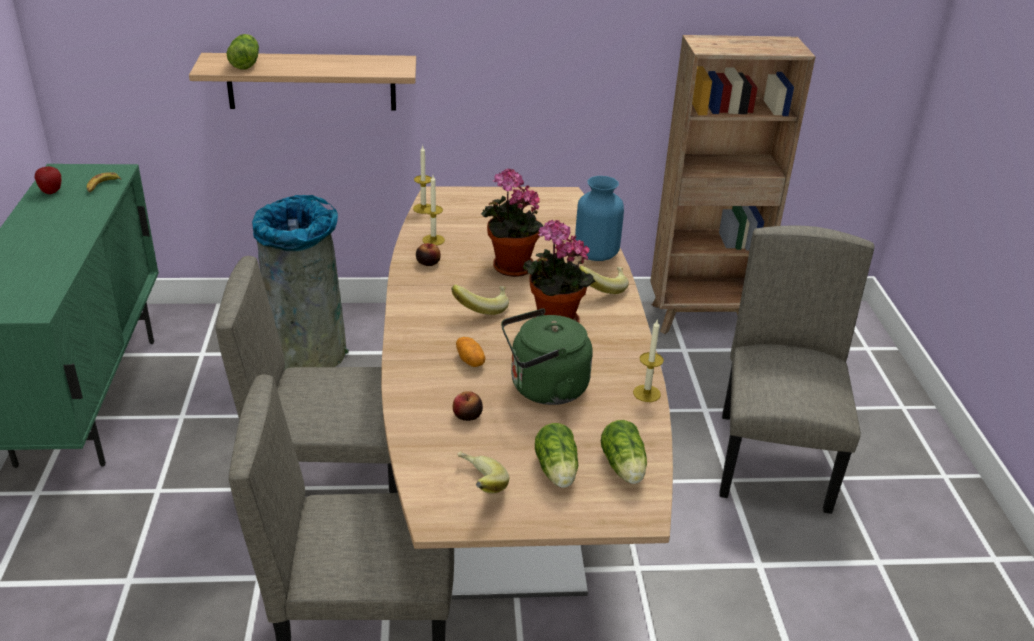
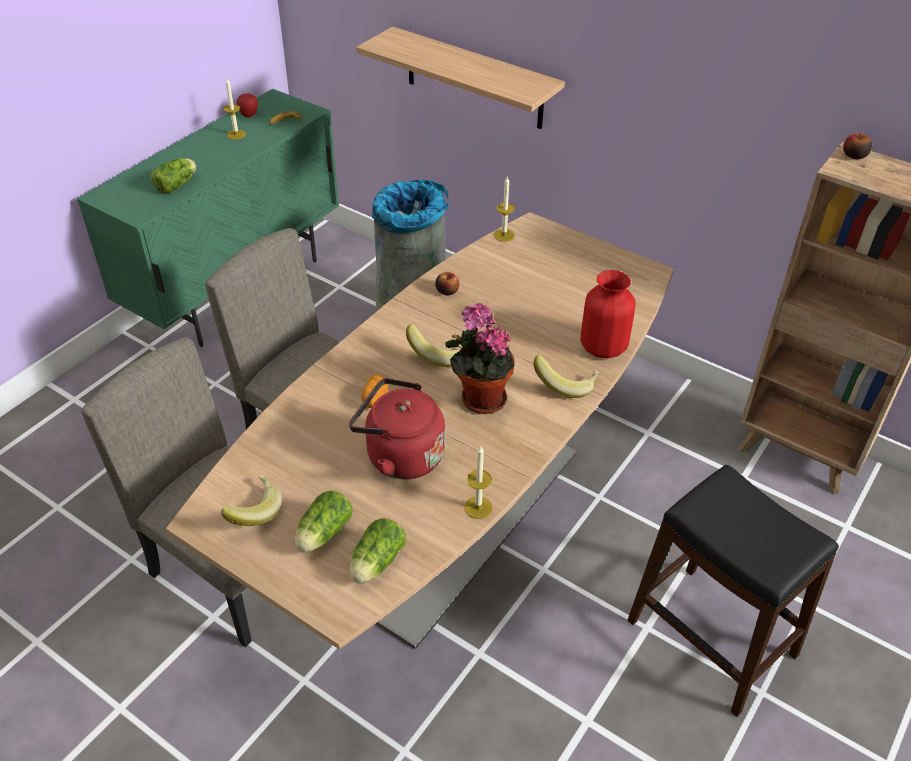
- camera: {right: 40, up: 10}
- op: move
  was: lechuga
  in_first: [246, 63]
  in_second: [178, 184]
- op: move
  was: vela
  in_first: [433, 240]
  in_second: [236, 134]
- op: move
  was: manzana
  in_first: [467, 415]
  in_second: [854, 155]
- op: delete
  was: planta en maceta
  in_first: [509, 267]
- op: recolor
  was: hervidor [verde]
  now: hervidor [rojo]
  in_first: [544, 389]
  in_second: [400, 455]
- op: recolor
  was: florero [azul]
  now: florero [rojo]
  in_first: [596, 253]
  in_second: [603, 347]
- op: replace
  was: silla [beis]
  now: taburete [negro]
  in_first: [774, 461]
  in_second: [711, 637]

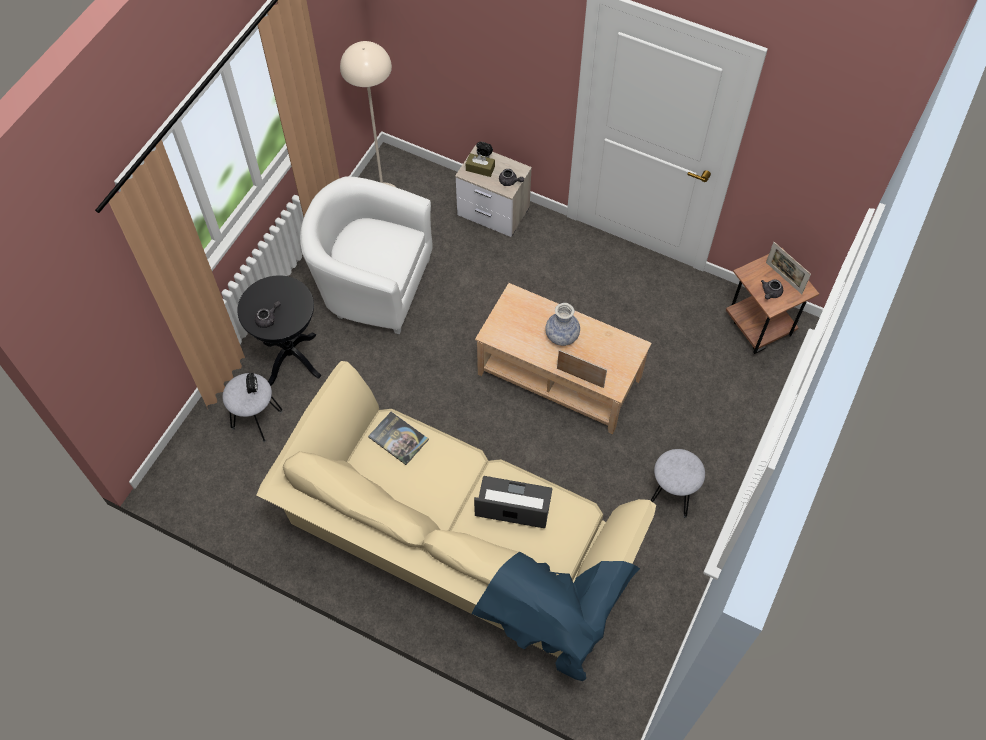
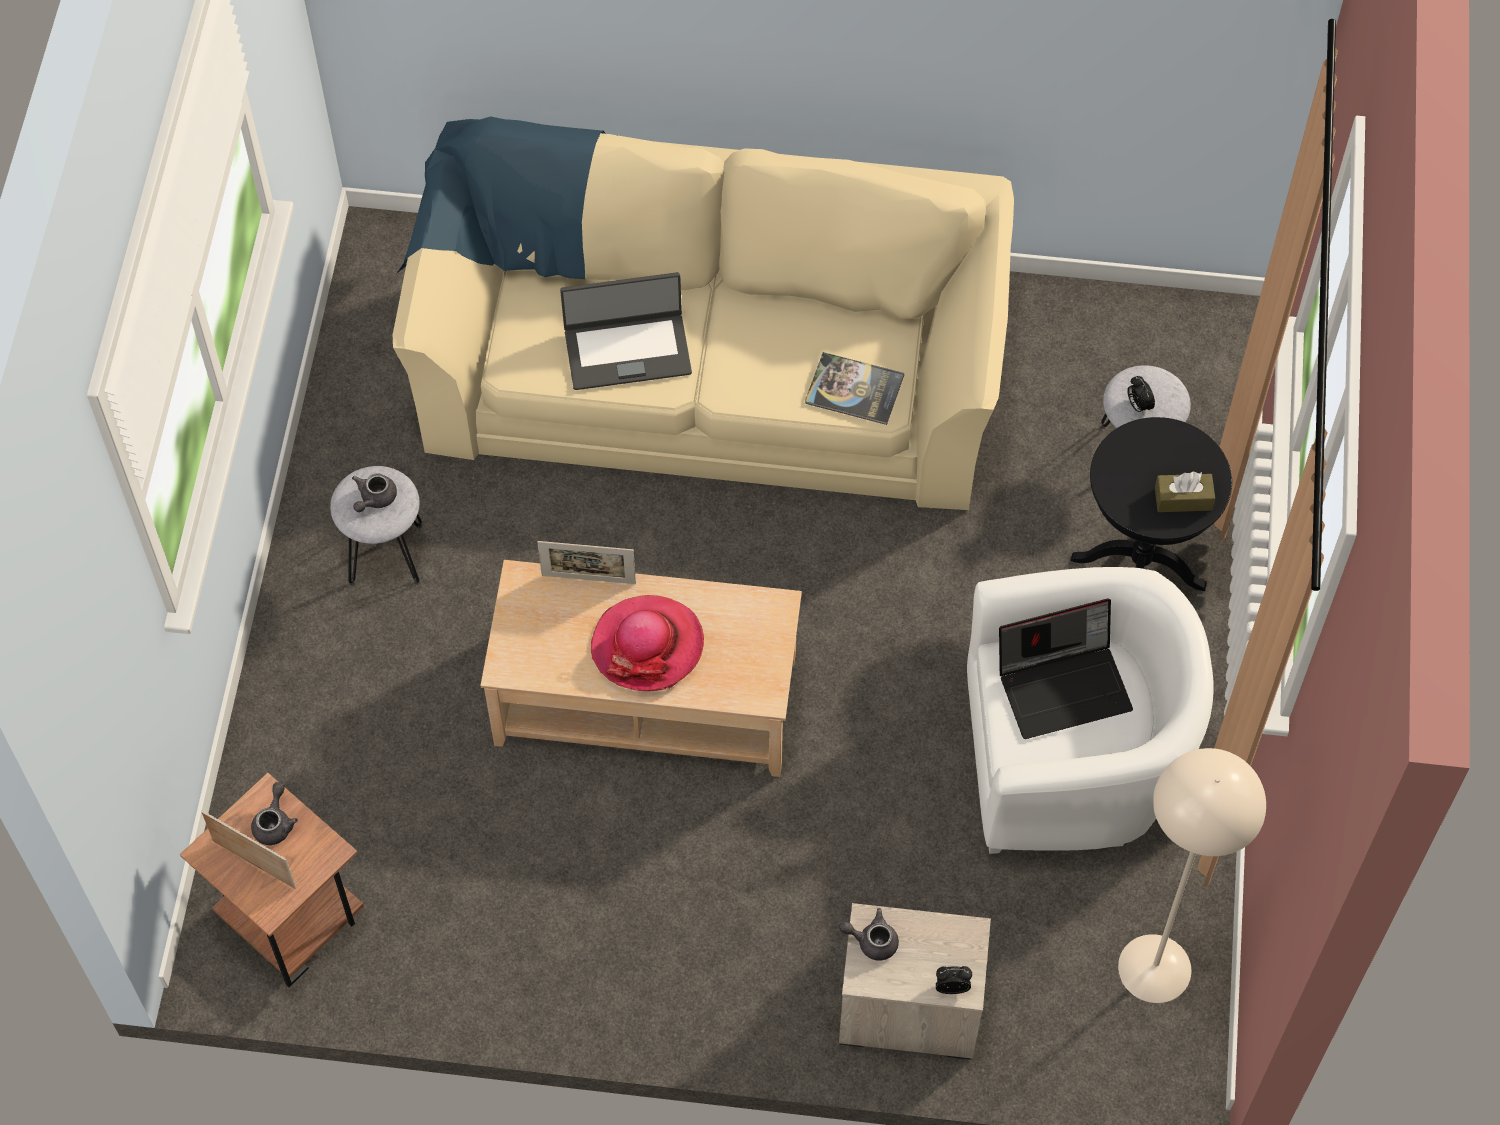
- camera: {right: 160, up: 0}
- op: move
  was: tetera [gris]
  in_first: [268, 319]
  in_second: [374, 499]
- op: move
  was: caja de pañuelos [marrón]
  in_first: [480, 168]
  in_second: [1183, 499]
- op: replace
  was: florero
  now: sombrero
  in_first: [562, 335]
  in_second: [647, 646]
- op: insert
  now: portátil
  in_second: [1064, 684]

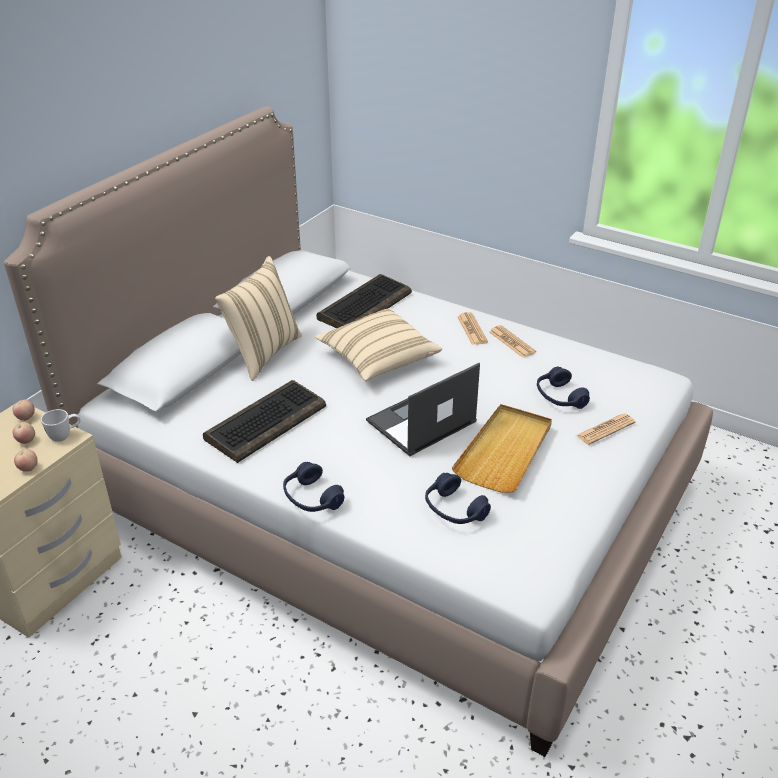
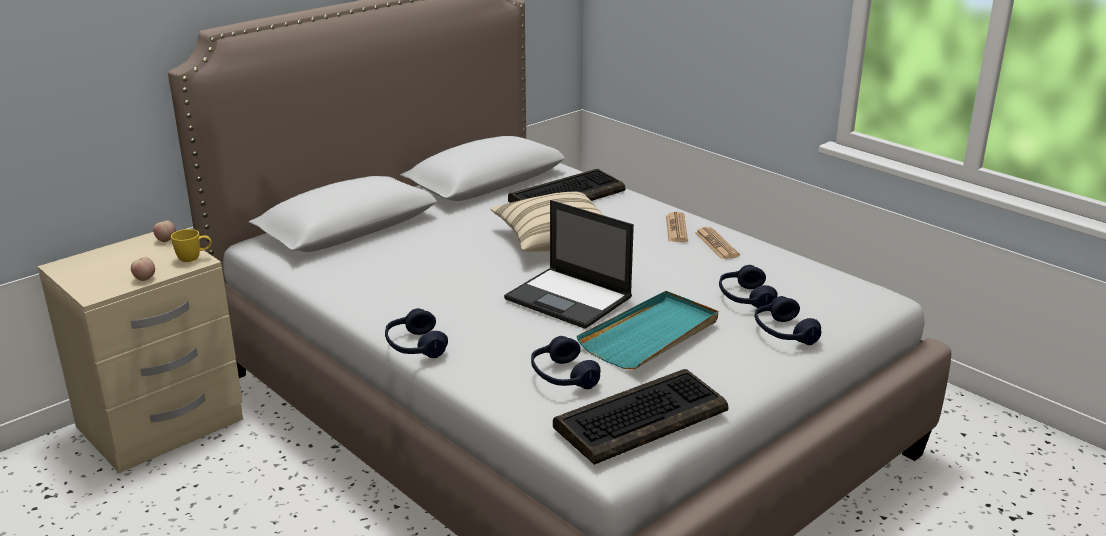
- camera: {right: 15, up: -10}
- op: delete
  was: manzana
  in_first: [26, 441]
- op: recolor
  was: taza grande [blanco]
  now: taza grande [amarillo]
  in_first: [65, 436]
  in_second: [194, 259]
- op: move
  was: teclado
  in_first: [266, 422]
  in_second: [641, 418]
- op: delete
  was: cojín [beis]
  in_first: [263, 353]
- op: rotate
  was: portátil
  in_first: [420, 422]
  in_second: [569, 298]
  clockwise: -120
- op: recolor
  was: bandeja [beis]
  now: bandeja [turquesa]
  in_first: [505, 451]
  in_second: [651, 335]
- op: replace
  was: periódico
  now: auriculares [azul]
  in_first: [605, 429]
  in_second: [783, 333]

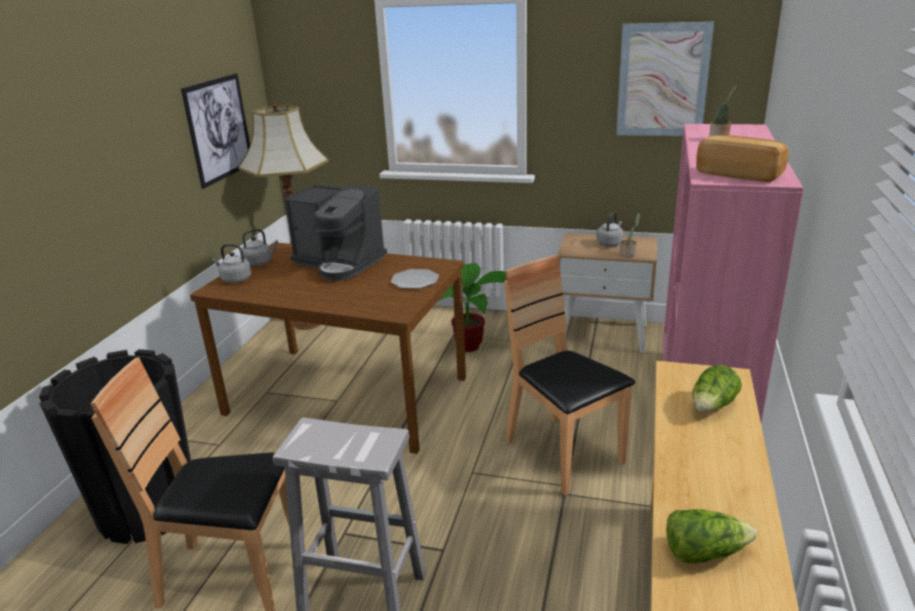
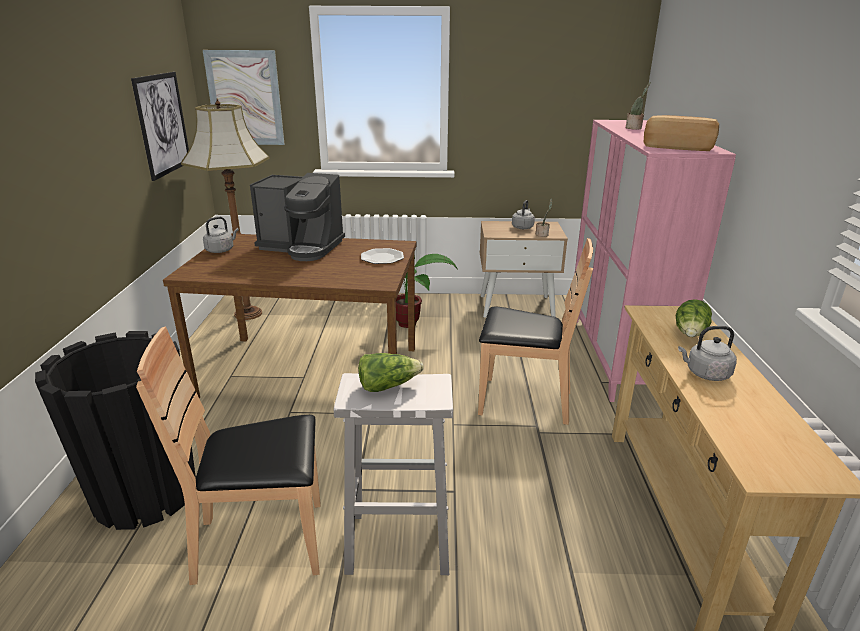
- camera: {right: -15, up: 0}
- op: move
  was: hervidor [gris]
  in_first: [234, 279]
  in_second: [705, 374]
- op: rotate
  was: silla [marrón]
  in_first: [563, 454]
  in_second: [523, 401]
  clockwise: 150
- op: move
  was: cuadro
  in_first: [662, 80]
  in_second: [245, 98]
- op: move
  was: lechuga
  in_first: [704, 552]
  in_second: [388, 385]

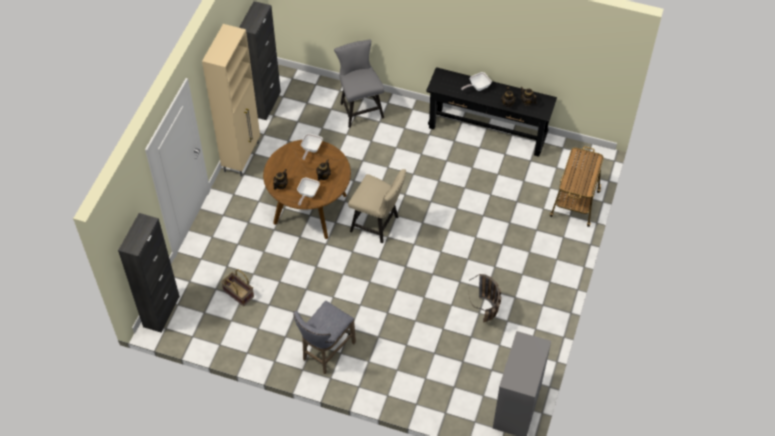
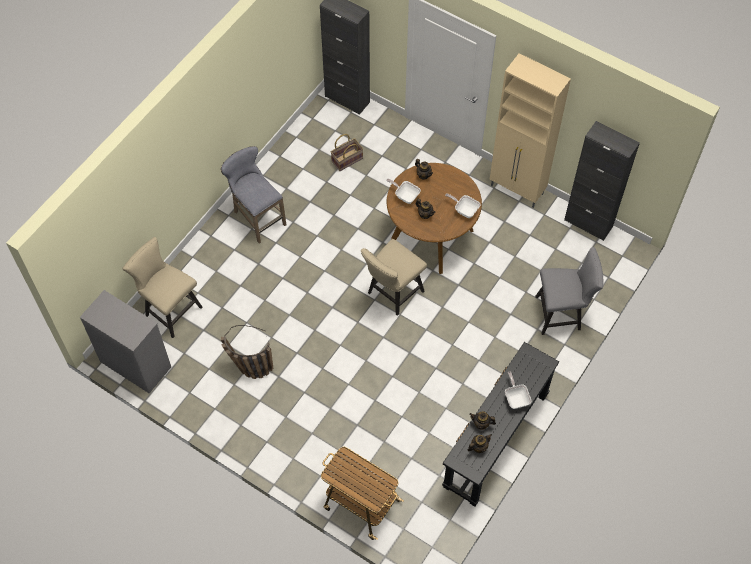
- camera: {right: 105, up: 5}
- op: insert
  now: silla [beis]
  in_second: [170, 310]

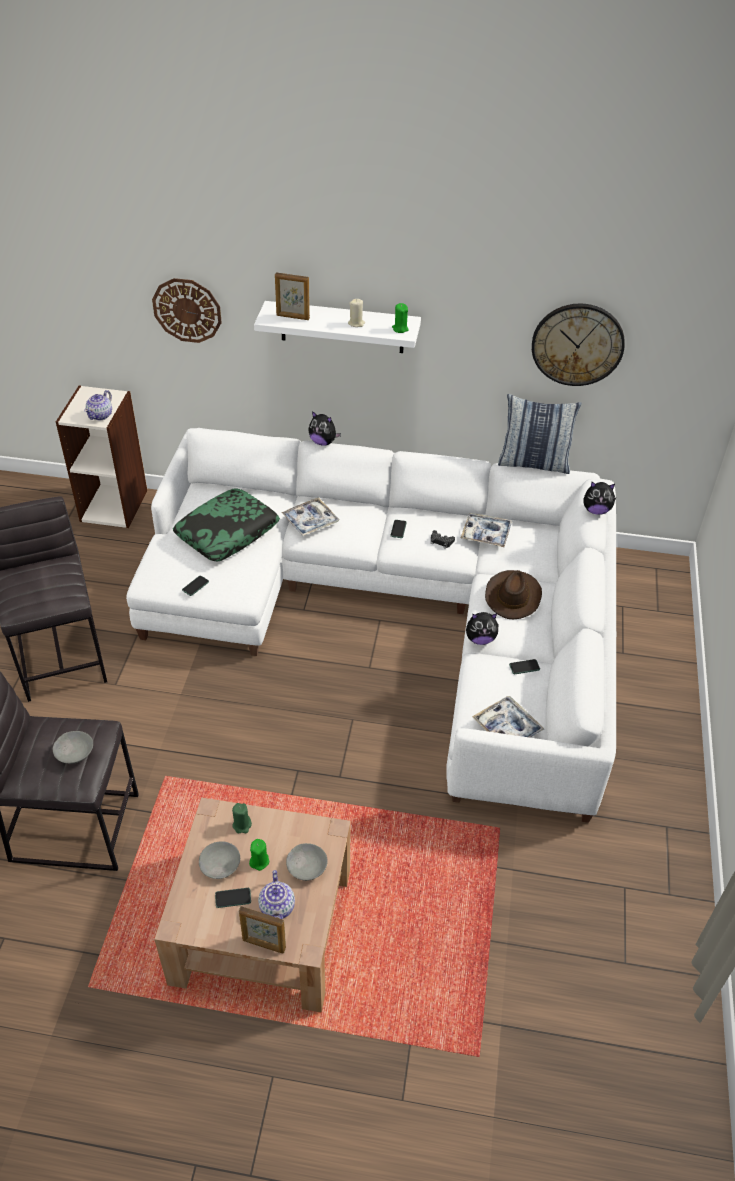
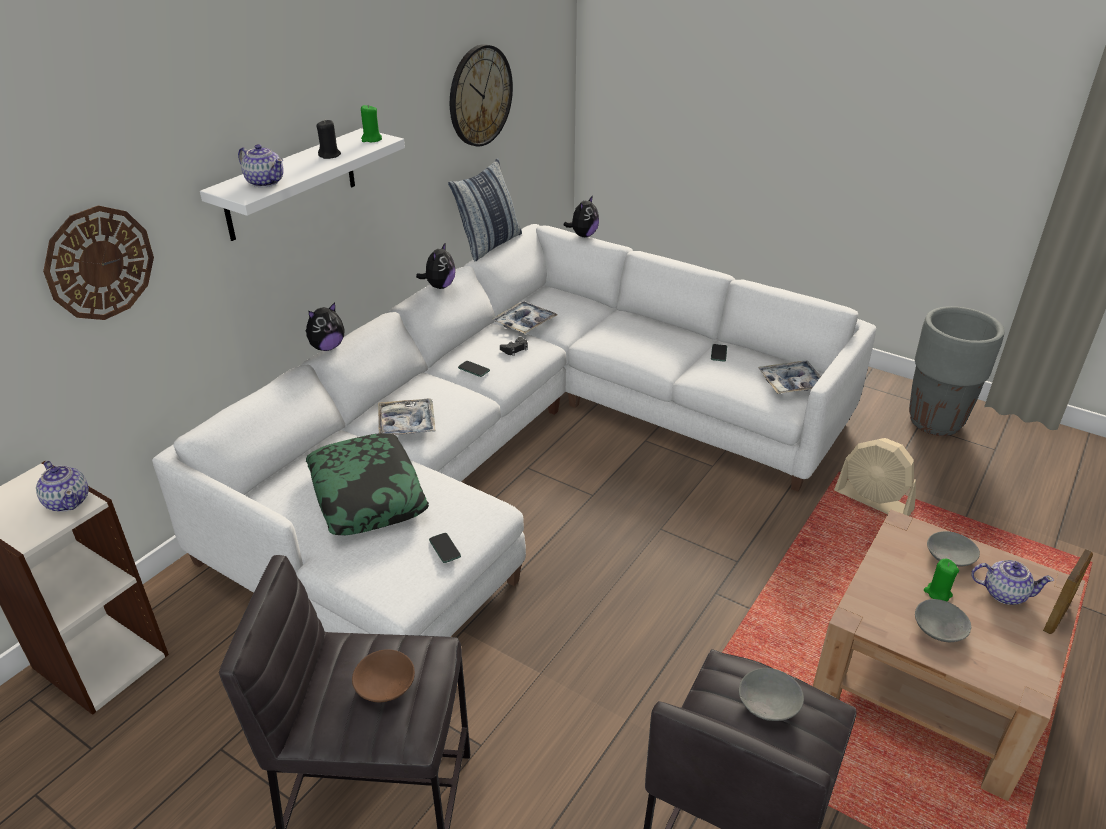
- camera: {right: -65, up: -10}
- op: delete
  was: móvil
  in_first: [233, 898]
- op: delete
  was: vela [verde]
  in_first: [242, 825]
- op: replace
  was: portarretratos
  now: tetera
  in_first: [293, 317]
  in_second: [265, 182]
- op: recolor
  was: vela [beis]
  now: vela [negro]
  in_first: [356, 323]
  in_second: [330, 155]
- op: move
  was: peluche
  in_first: [480, 639]
  in_second: [439, 286]
- op: delete
  was: sombrero [marrón]
  in_first: [512, 596]
- op: insert
  now: cuenco [marrón]
  in_second: [385, 685]
- op: insert
  now: ventilador [beis]
  in_second: [873, 501]
- op: insert
  now: maceta [gris]
  in_second: [935, 422]

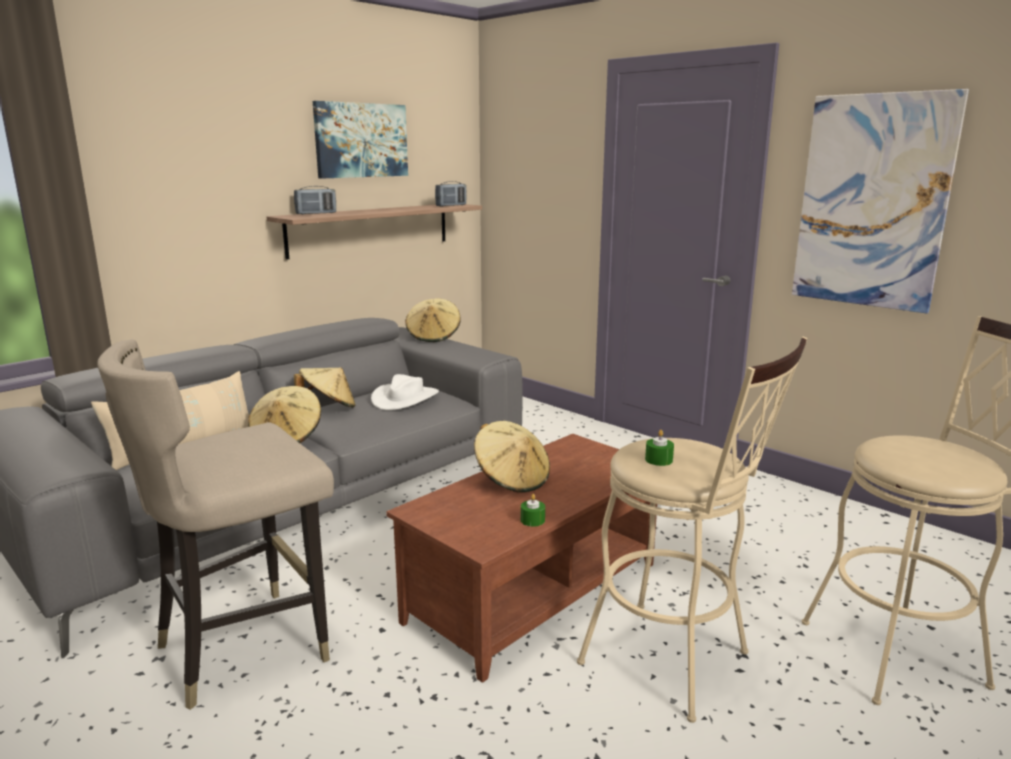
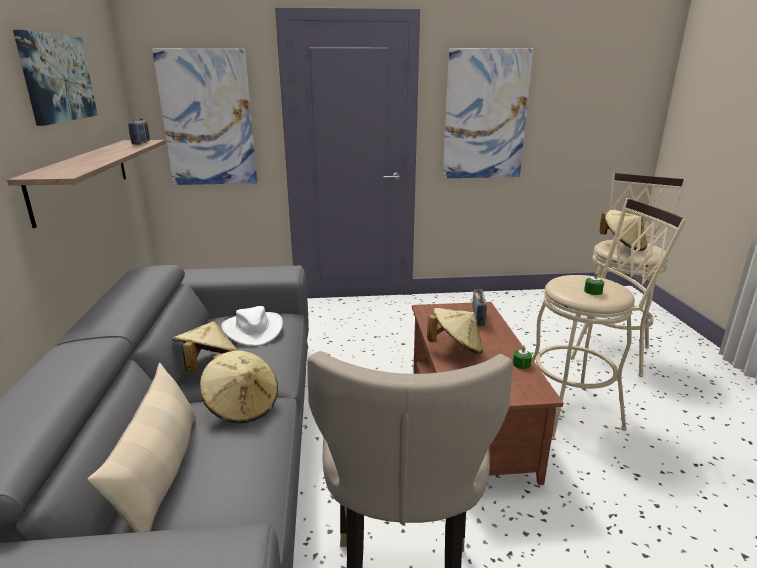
- camera: {right: -50, up: 5}
- op: move
  was: radio
  in_first: [316, 213]
  in_second: [478, 318]
- op: move
  was: sombrero [beis]
  in_first: [434, 336]
  in_second: [622, 245]
- op: insert
  now: cuadro
  in_second: [208, 119]

